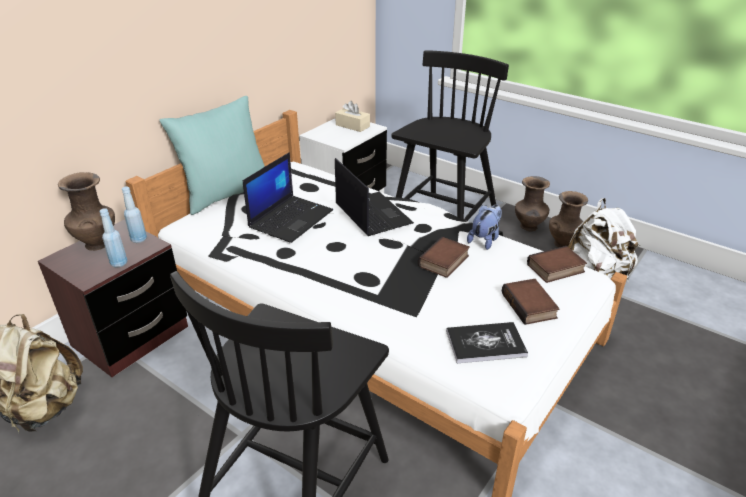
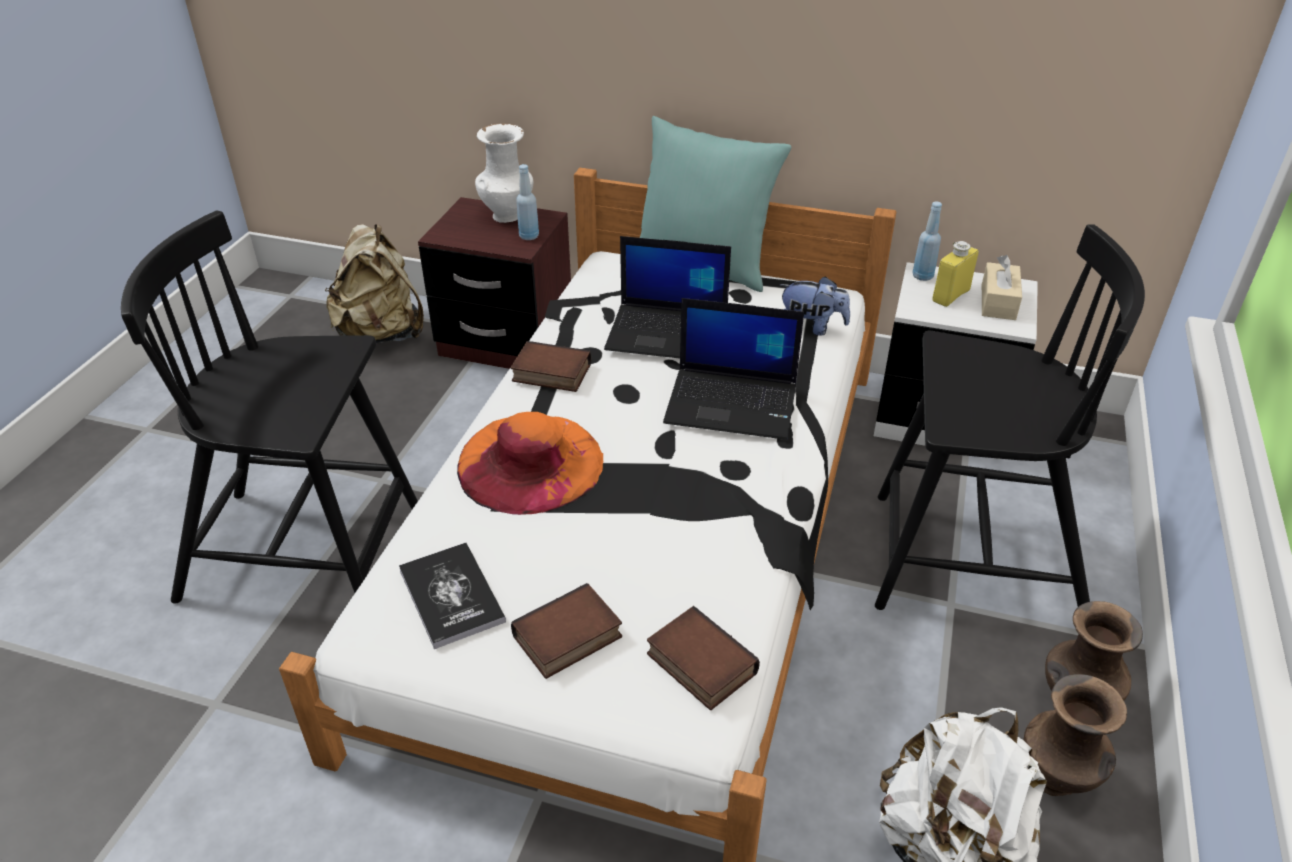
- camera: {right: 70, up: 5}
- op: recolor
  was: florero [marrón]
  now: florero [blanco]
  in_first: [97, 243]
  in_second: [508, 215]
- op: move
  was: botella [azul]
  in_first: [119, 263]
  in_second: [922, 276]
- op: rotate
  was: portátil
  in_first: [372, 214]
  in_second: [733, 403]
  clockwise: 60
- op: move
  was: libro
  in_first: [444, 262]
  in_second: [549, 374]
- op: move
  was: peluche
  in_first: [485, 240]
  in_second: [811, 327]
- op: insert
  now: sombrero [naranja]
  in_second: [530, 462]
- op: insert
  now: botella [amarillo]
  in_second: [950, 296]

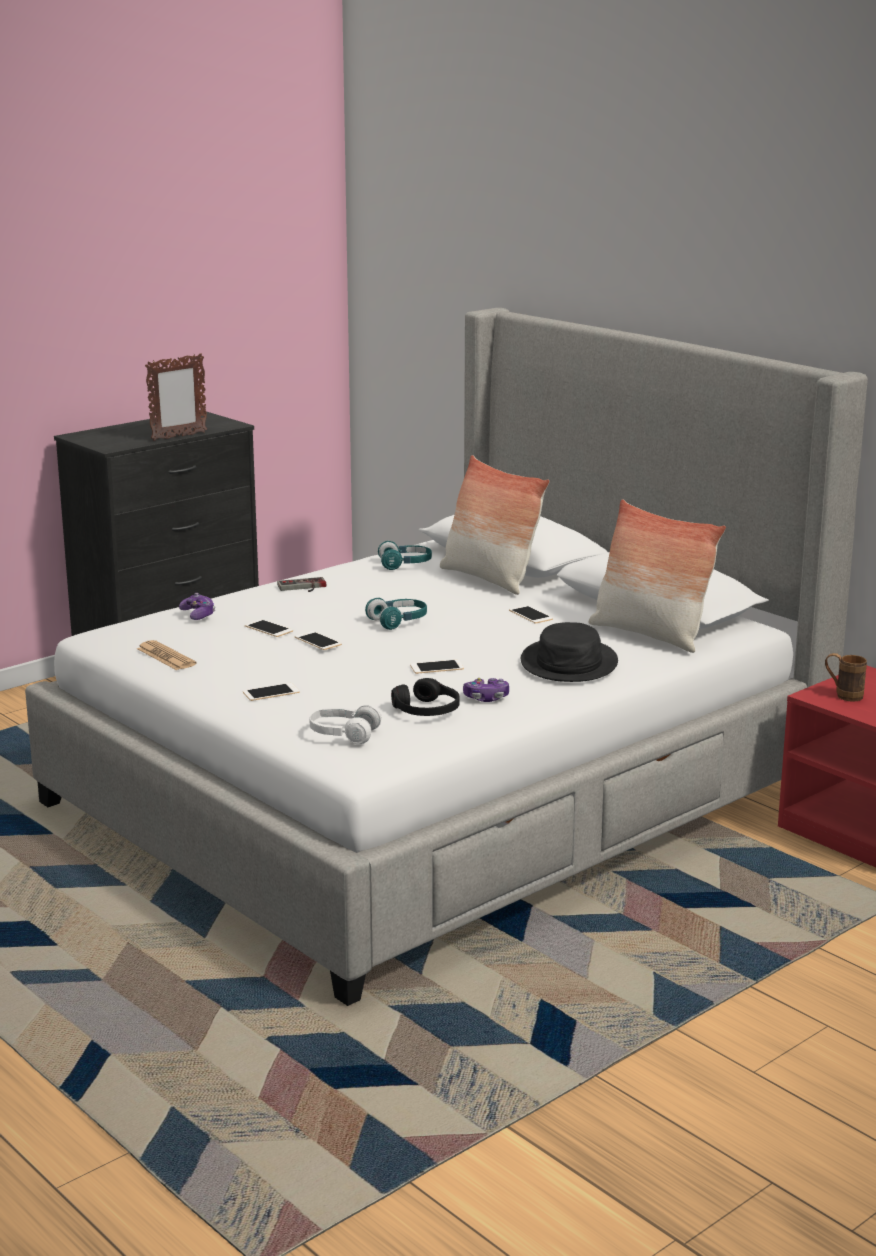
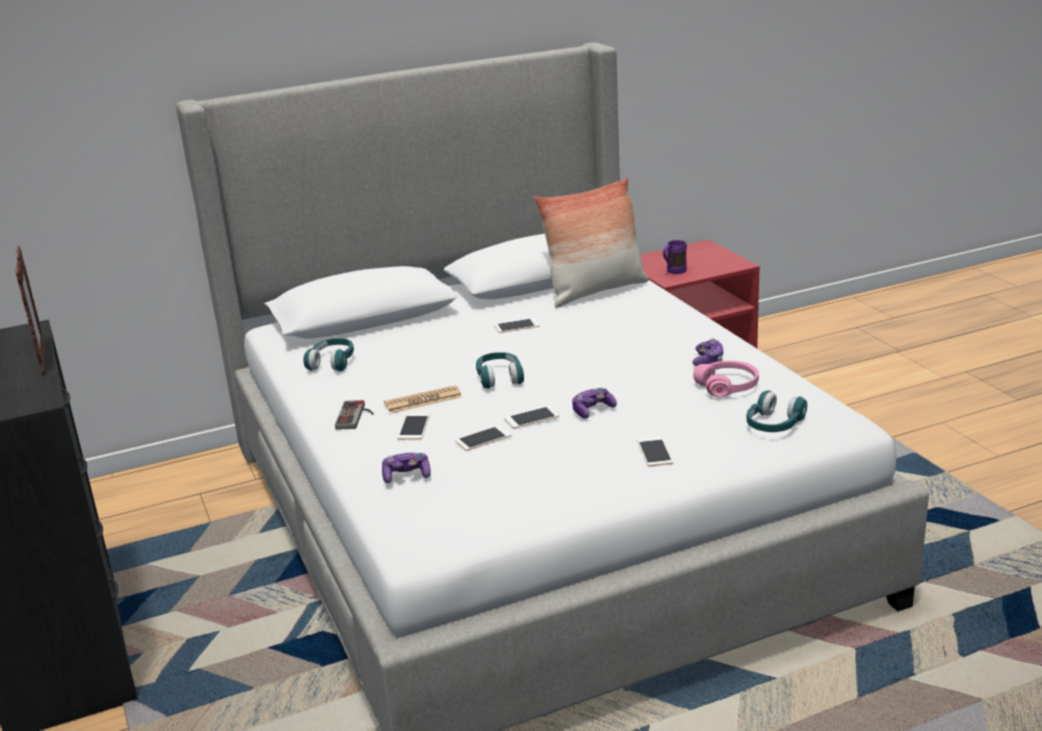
- camera: {right: -70, up: 5}
- op: move
  was: periódico
  in_first: [166, 657]
  in_second: [423, 400]
- op: recolor
  was: auriculares [blanco]
  now: auriculares [turquesa]
  in_first: [343, 735]
  in_second: [773, 425]
- op: recolor
  was: auriculares [negro]
  now: auriculares [rosa]
  in_first: [427, 710]
  in_second: [727, 386]
- op: move
  was: móvil
  in_first: [437, 667]
  in_second: [413, 427]
- op: delete
  was: cojín
  in_first: [489, 579]
- op: delete
  was: sombrero [negro]
  in_first: [569, 663]
- op: recolor
  was: taza grande [marrón]
  now: taza grande [morado]
  in_first: [843, 695]
  in_second: [673, 272]
- op: insert
  now: mando de consola
  in_second: [592, 410]

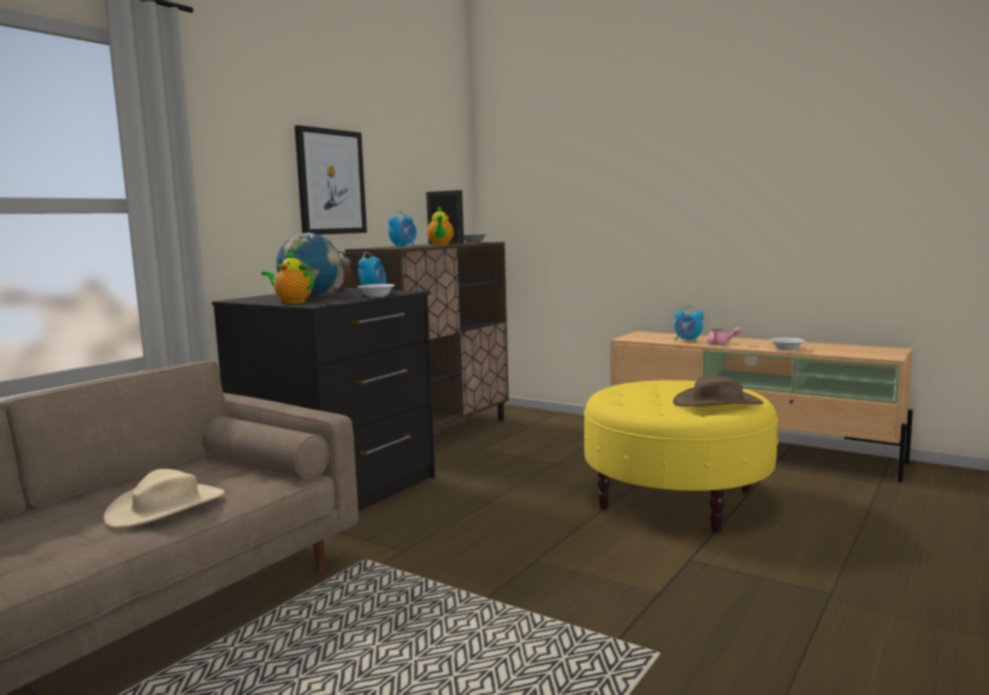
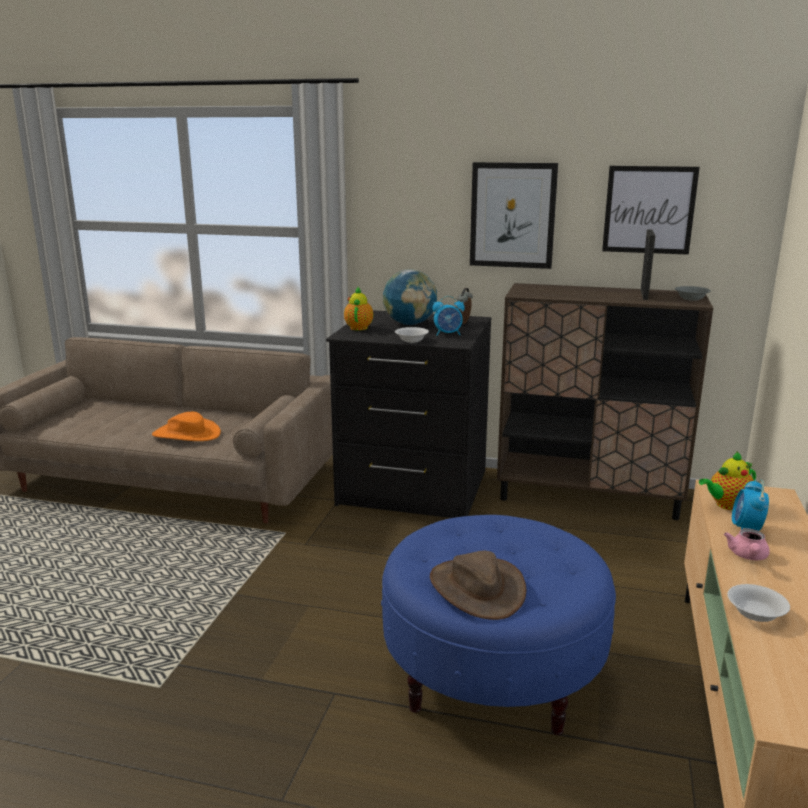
- camera: {right: 70, up: 10}
- op: recolor
  was: sombrero [beis]
  now: sombrero [naranja]
  in_first: [166, 507]
  in_second: [186, 434]
- op: delete
  was: despertador
  in_first: [403, 247]
- op: move
  was: tetera
  in_first: [440, 244]
  in_second: [726, 505]
- op: recolor
  was: puf [amarillo]
  now: puf [azul]
  in_first: [677, 500]
  in_second: [493, 673]
- op: insert
  now: cuadro
  in_second: [649, 210]

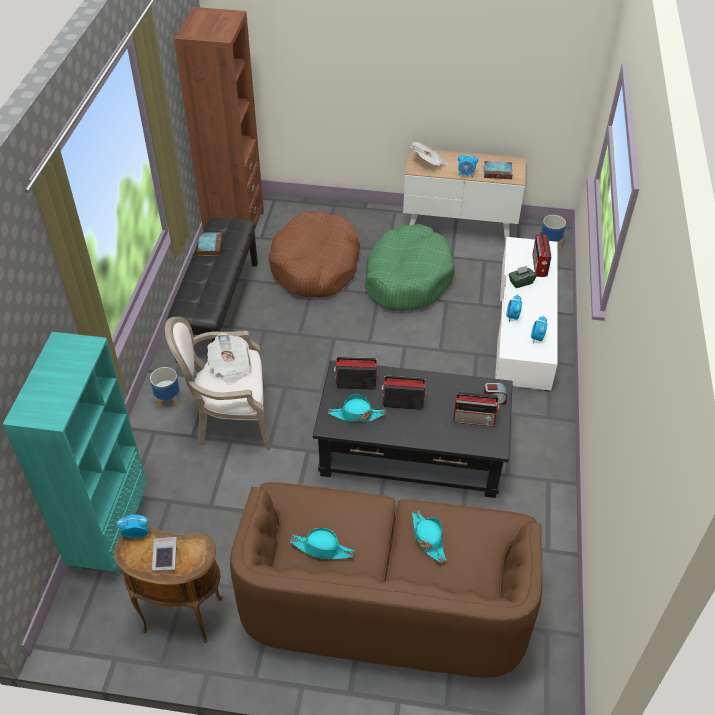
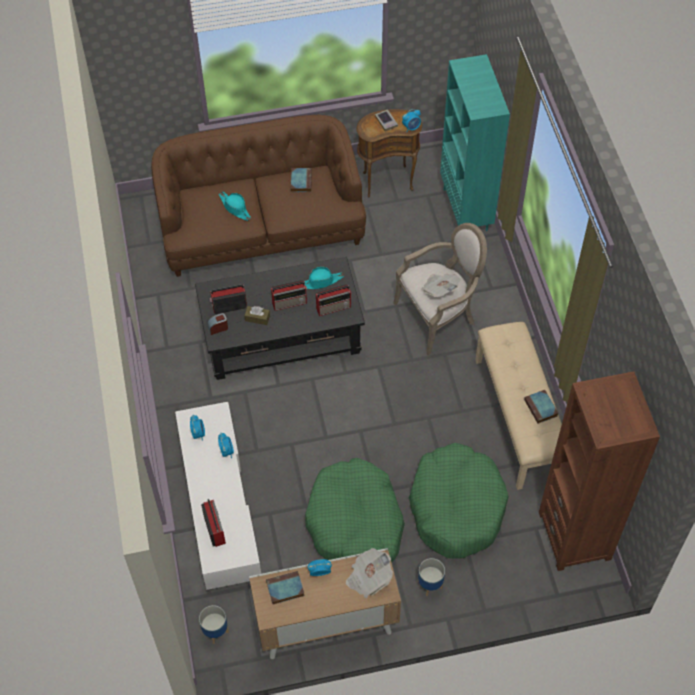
- camera: {right: 160, up: 10}
- op: move
  was: maceta
  in_first: [168, 400]
  in_second: [430, 585]
- op: recolor
  was: banco [negro]
  now: banco [beis]
  in_first: [218, 310]
  in_second: [518, 419]
- op: recolor
  was: cama para perro [marrón]
  now: cama para perro [verde]
  in_first: [315, 266]
  in_second: [456, 507]
- op: replace
  was: sombrero [turquesa]
  now: libro
  in_first: [322, 549]
  in_second: [301, 181]
- op: delete
  was: caja de pañuelos [verde]
  in_first: [521, 282]
- op: insert
  now: caja de pañuelos [marrón]
  in_second: [257, 318]

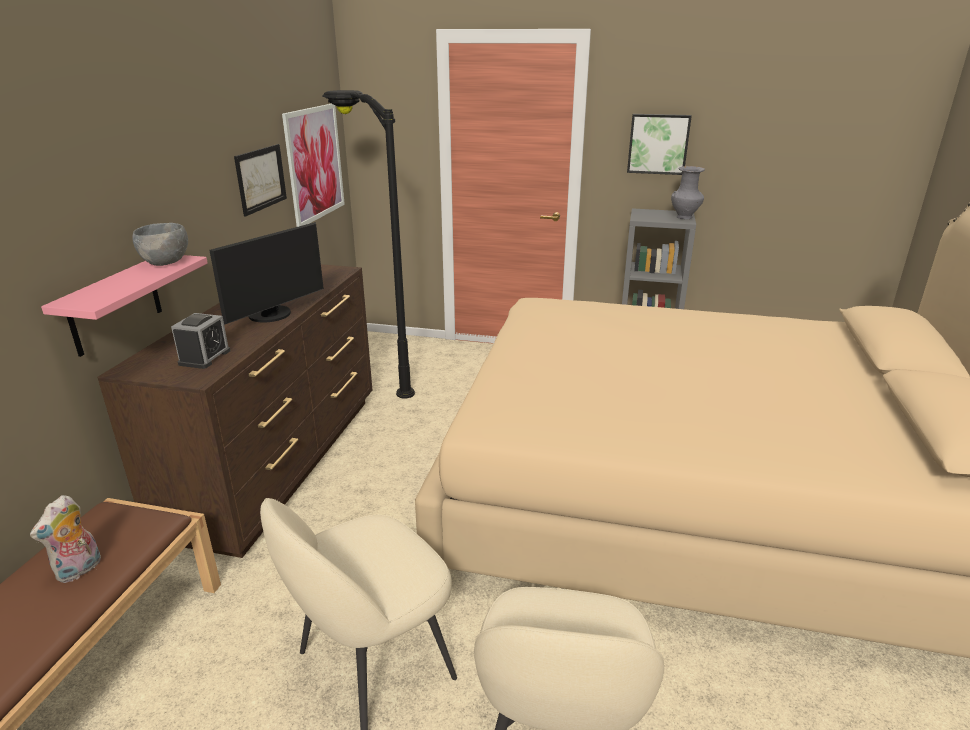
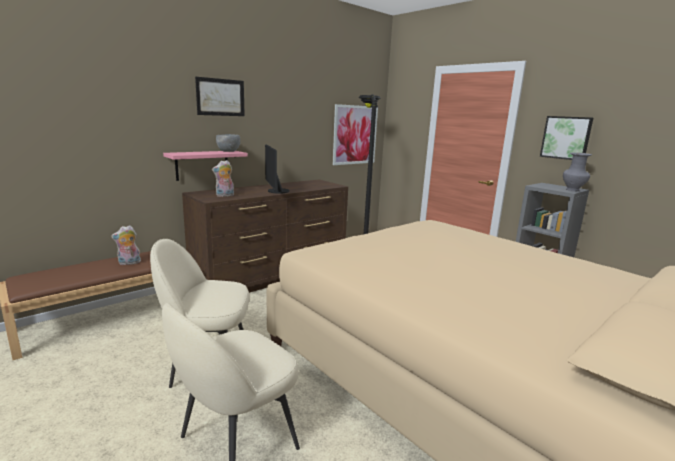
- camera: {right: 35, up: -10}
- op: replace
  was: despertador
  now: peluche
  in_first: [204, 357]
  in_second: [224, 195]
- op: rotate
  was: monitor
  in_first: [273, 315]
  in_second: [276, 191]
  clockwise: 90
- op: move
  was: cuadro
  in_first: [261, 178]
  in_second: [220, 97]

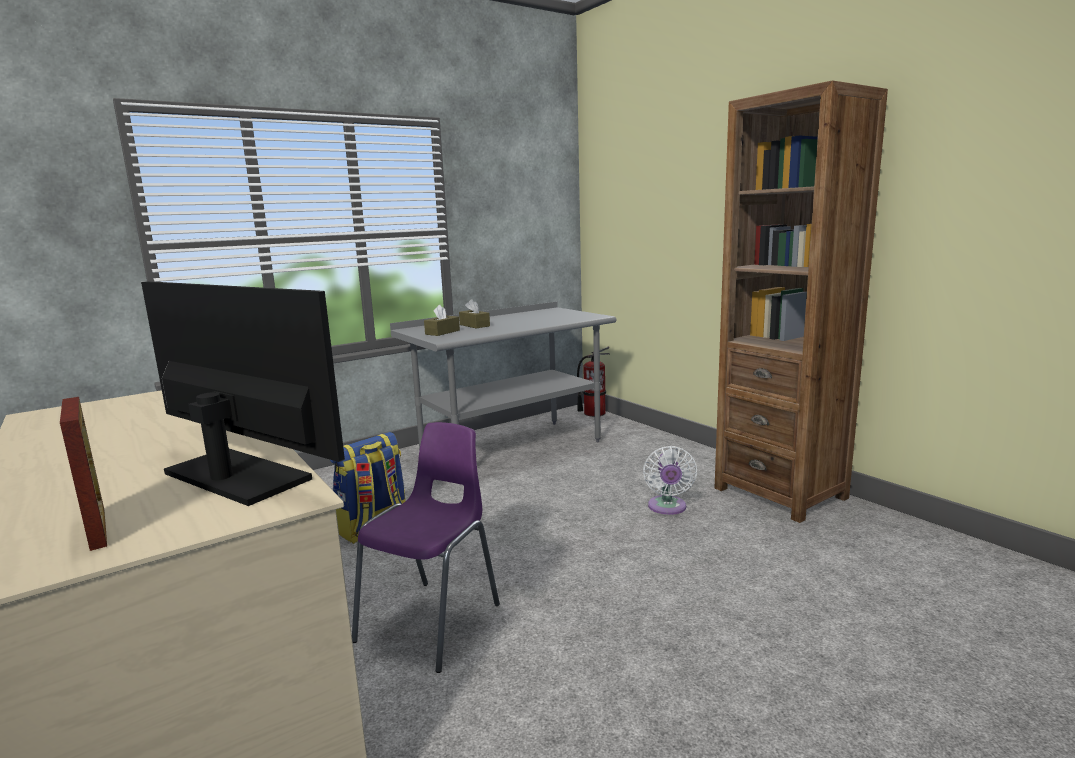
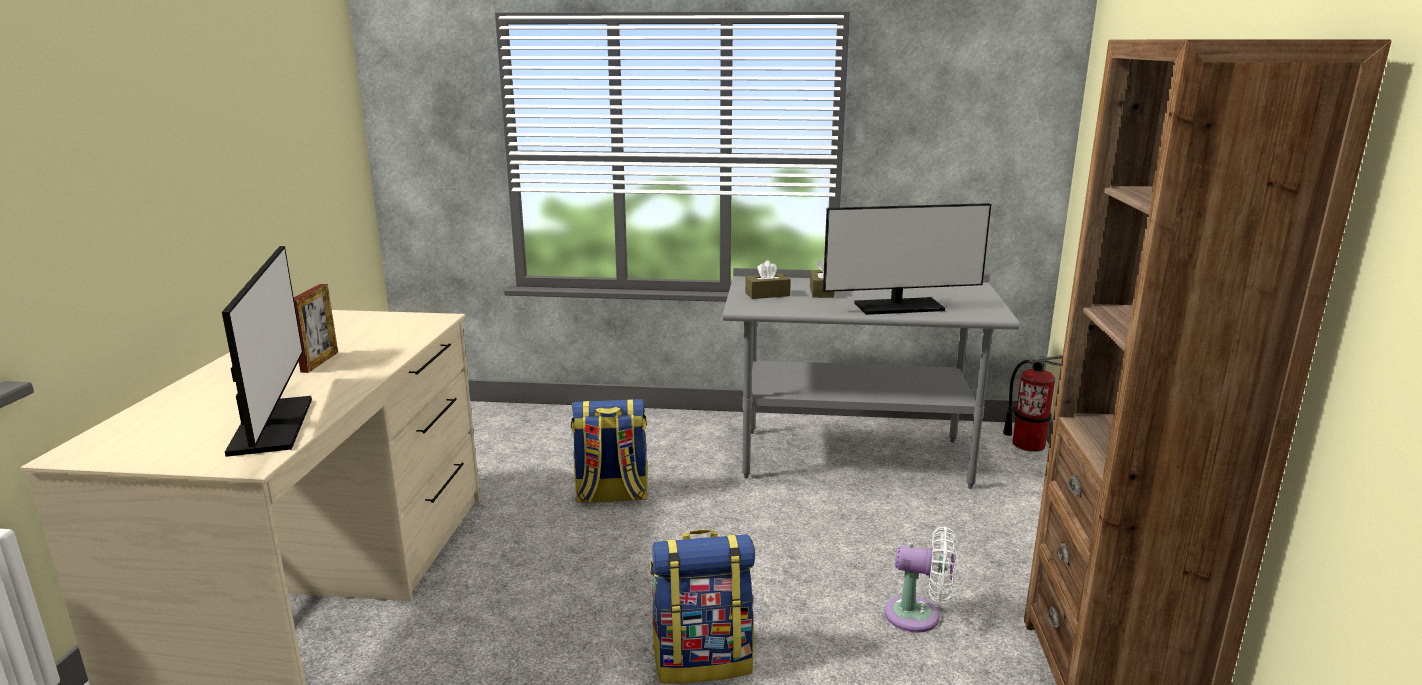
- camera: {right: 40, up: 5}
- op: move
  was: portarretratos
  in_first: [97, 528]
  in_second: [319, 362]
- op: delete
  was: silla [morado]
  in_first: [433, 621]
- op: rotate
  was: ventilador [blanco]
  in_first: [667, 508]
  in_second: [918, 616]
  clockwise: -120
- op: insert
  now: mochila
  in_second: [703, 660]
- op: insert
  now: monitor
  in_second: [899, 307]

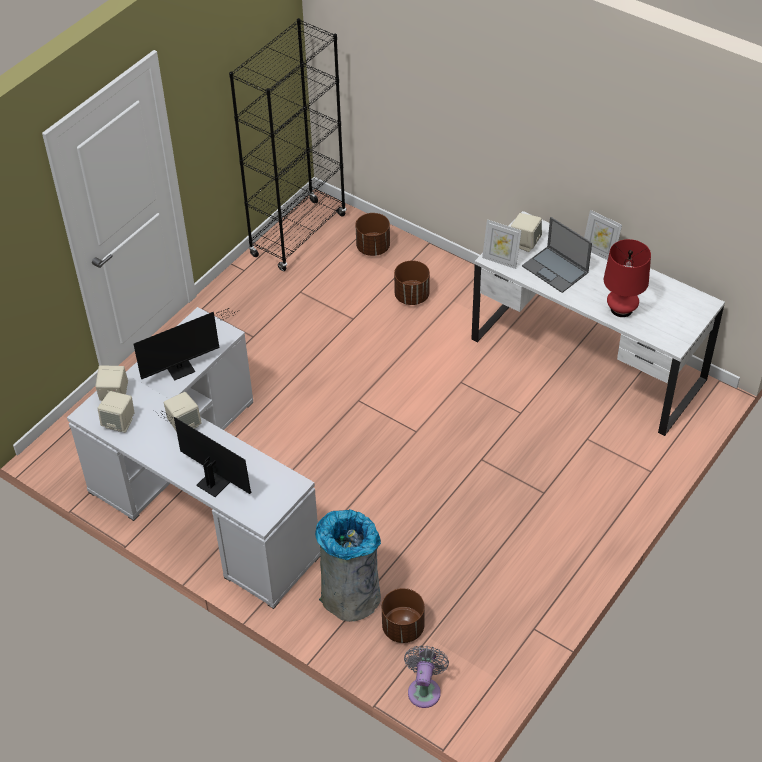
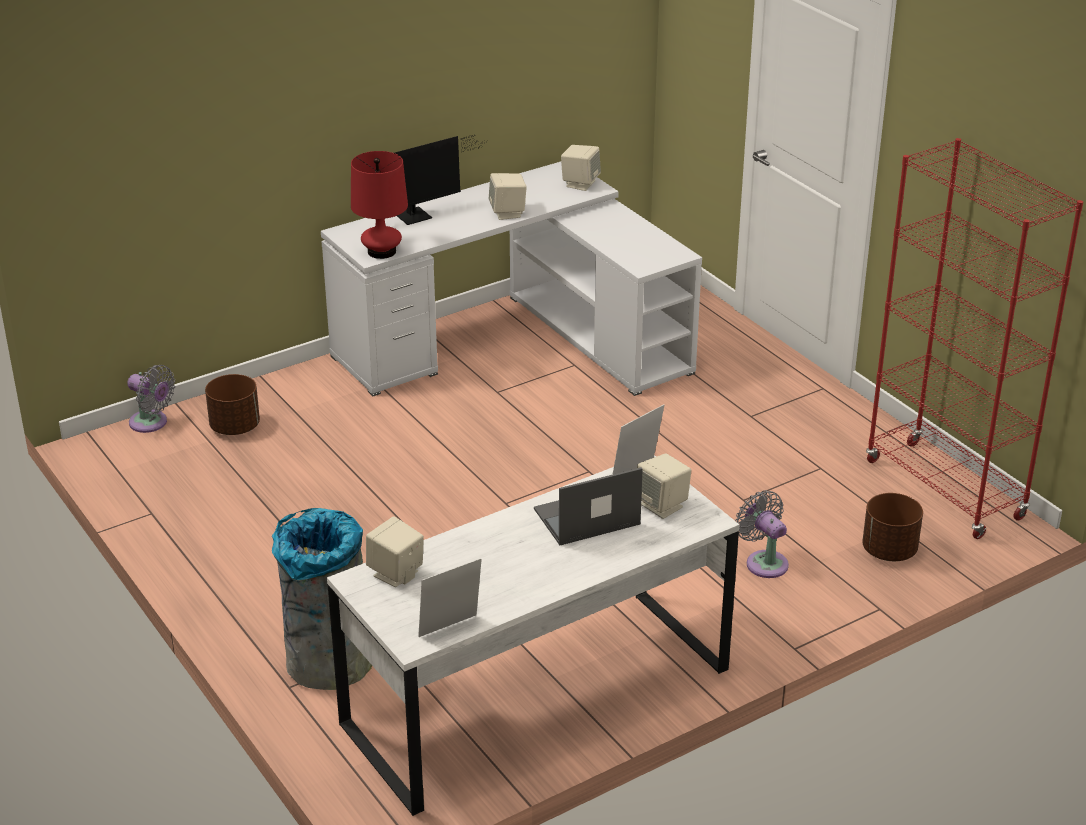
- camera: {right: 110, up: -15}
- op: move
  was: altavoz [beis]
  in_first: [119, 423]
  in_second: [396, 574]
- op: delete
  was: monitor
  in_first: [184, 367]
- op: recolor
  was: estantería [negro]
  now: estantería [rojo]
  in_first: [298, 235]
  in_second: [944, 490]
- op: move
  was: papelera [gris]
  in_first: [351, 597]
  in_second: [328, 663]
- op: replace
  was: maceta [marrón]
  now: ventilador [gris]
  in_first: [412, 296]
  in_second: [764, 562]
- op: move
  was: portarretratos
  in_first: [599, 253]
  in_second: [450, 629]
- op: move
  was: lámpara de mesa [rojo]
  in_first: [621, 309]
  in_second: [381, 251]

